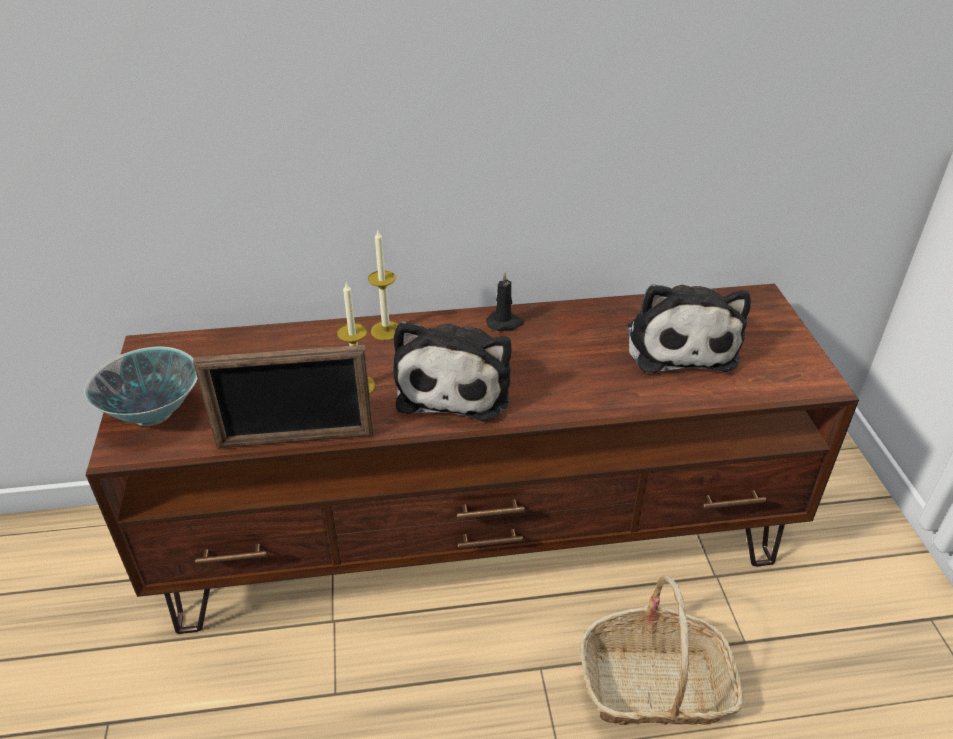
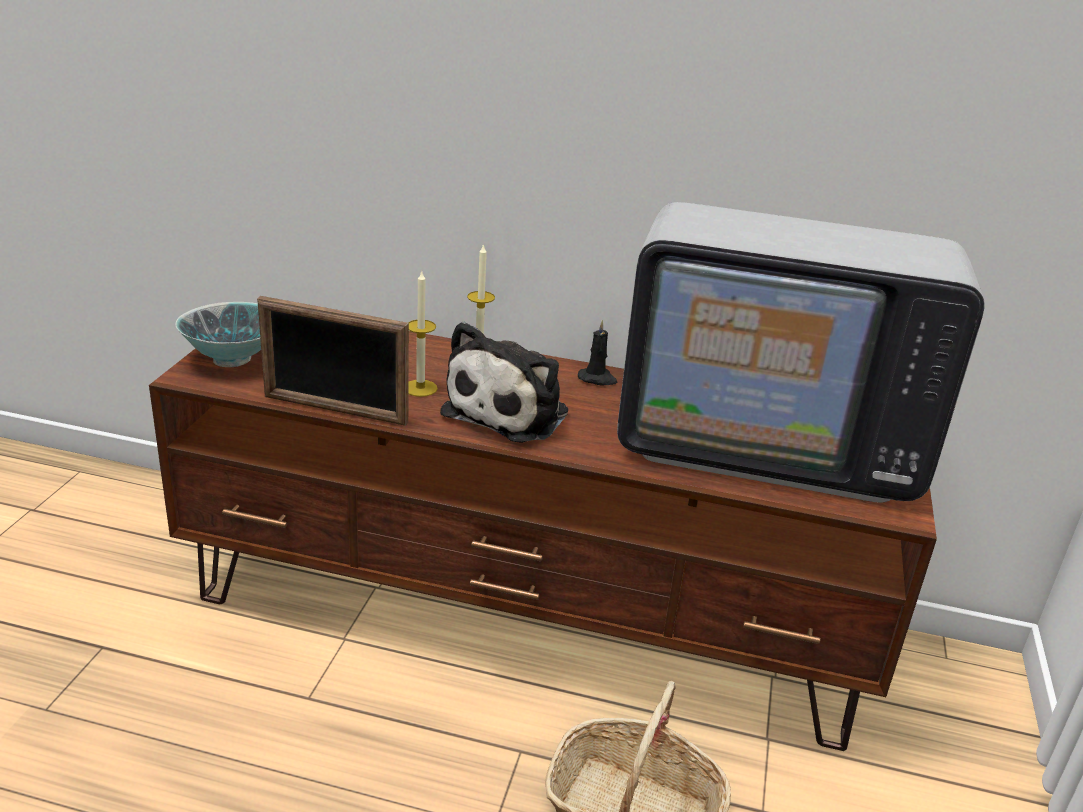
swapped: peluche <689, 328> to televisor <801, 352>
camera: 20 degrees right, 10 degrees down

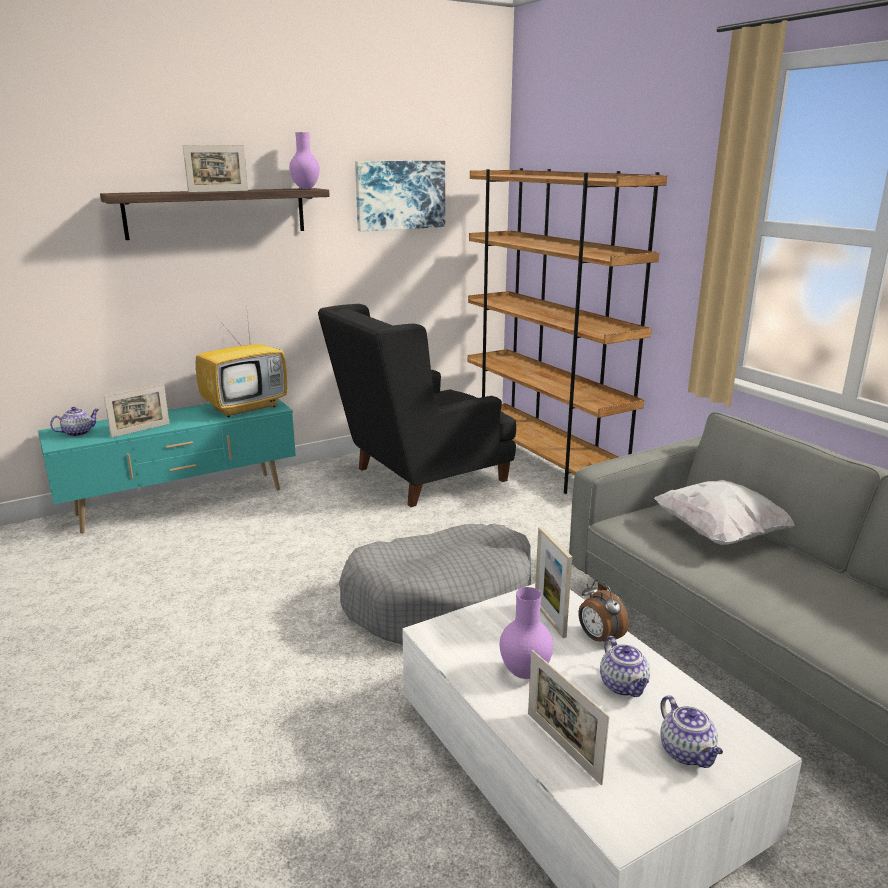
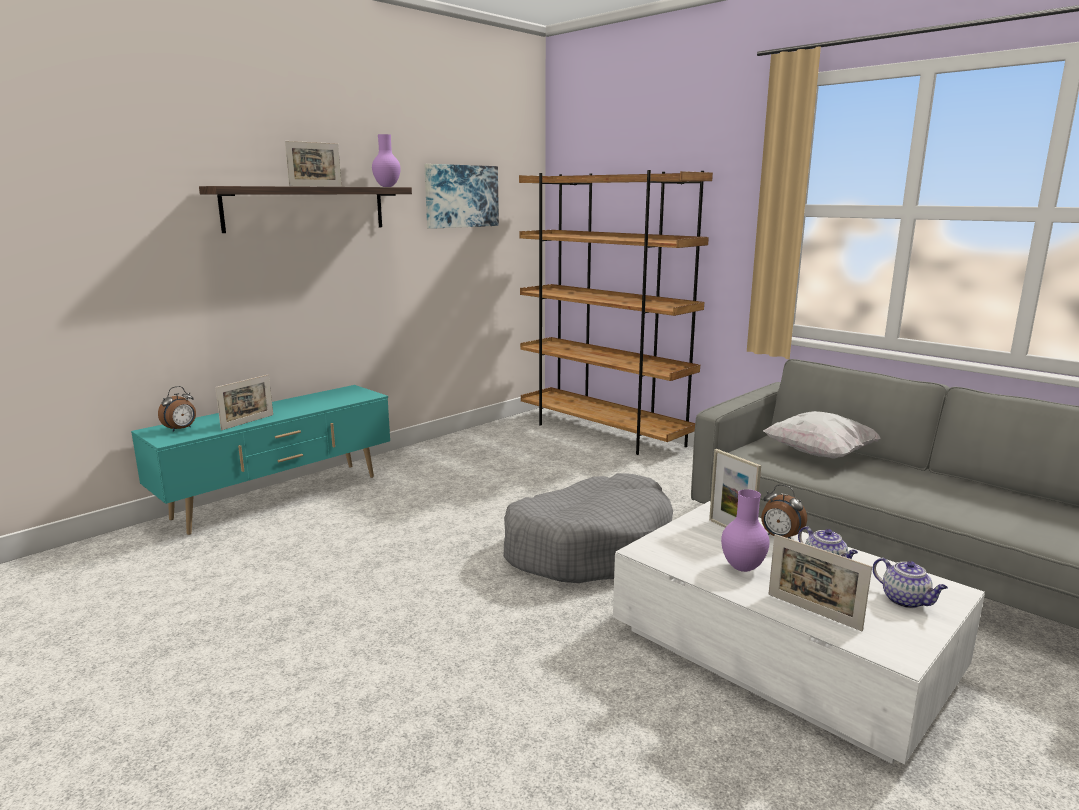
gone: televisor <241, 361>; sillón/negro <417, 405>
swapped: tetera <74, 422> to despertador <177, 409>
camera: 15 degrees left, 5 degrees down

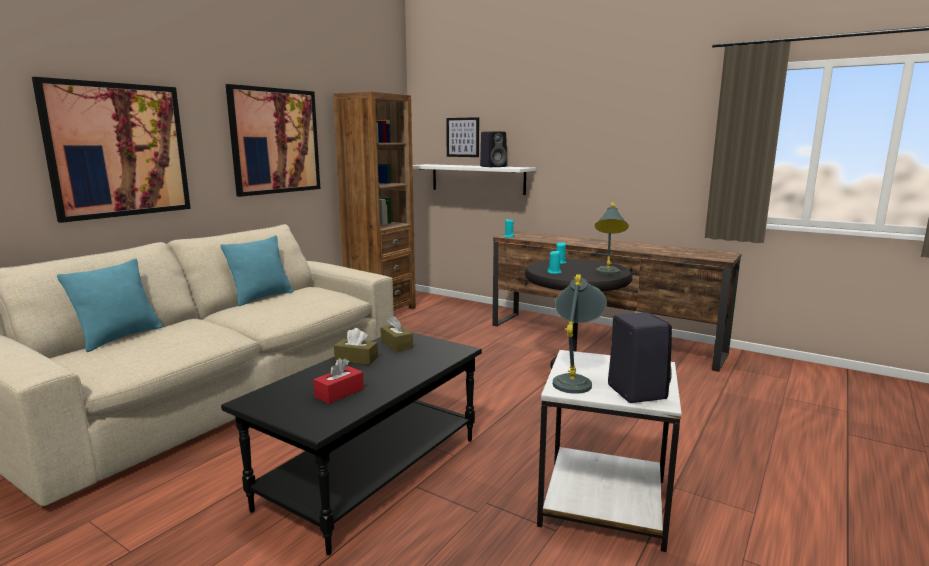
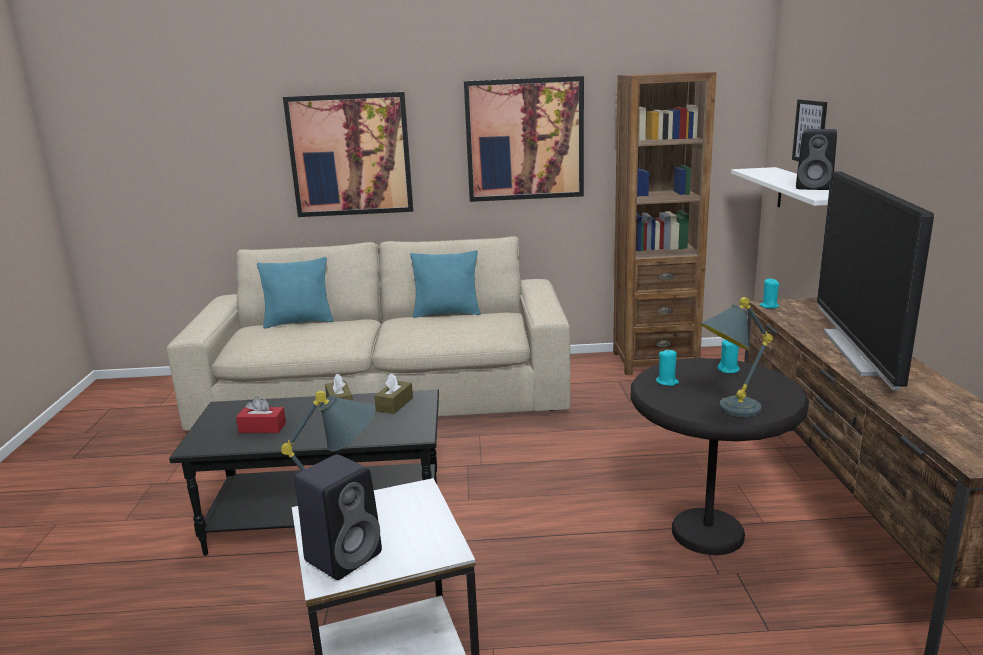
new: televisor <875, 280>
camera: 55 degrees right, 5 degrees up

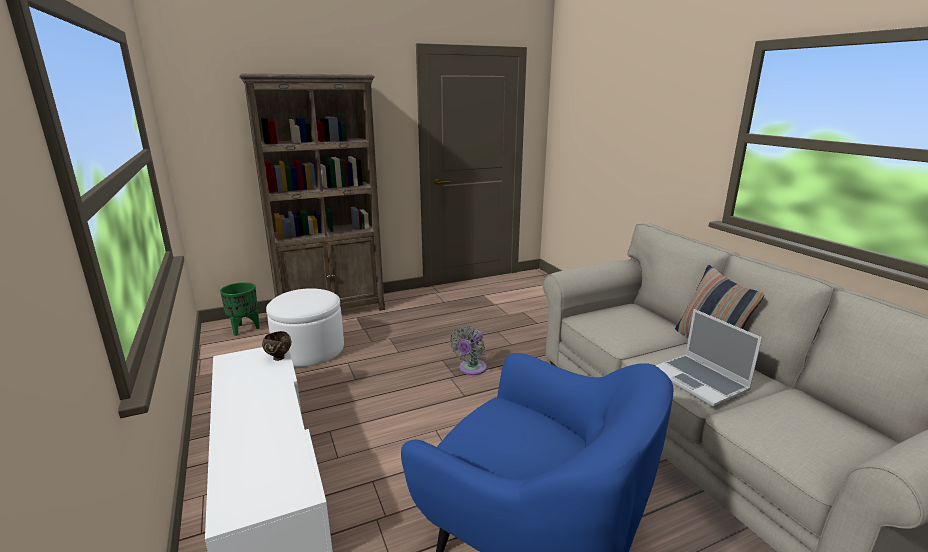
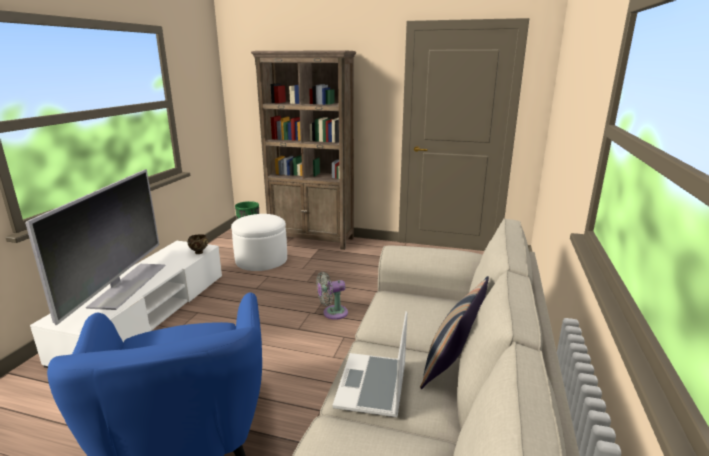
new: televisor <95, 247>
camera: 40 degrees right, 0 degrees up

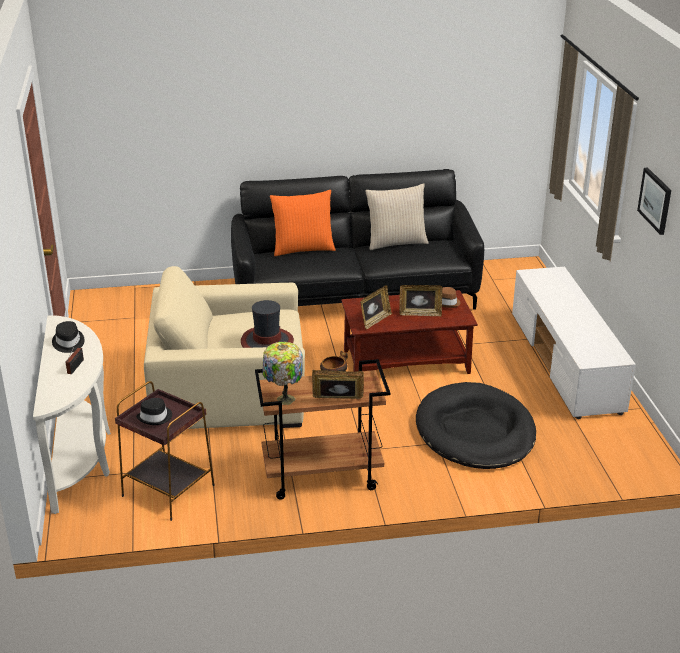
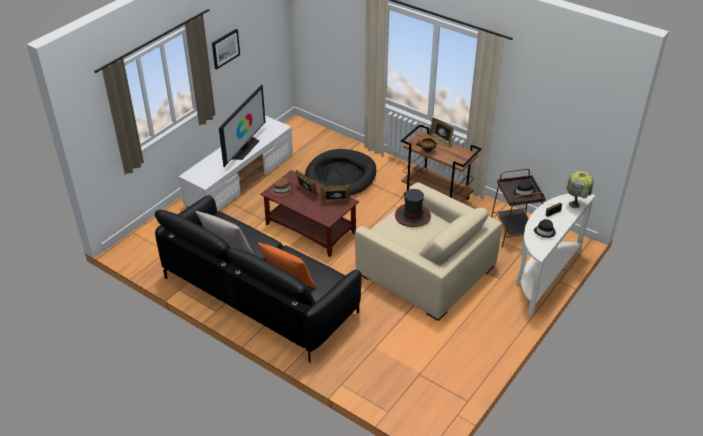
new: televisor <242, 125>
shifted: lámpara de mesa <282, 373> to <580, 189>
camera: 135 degrees left, 10 degrees up

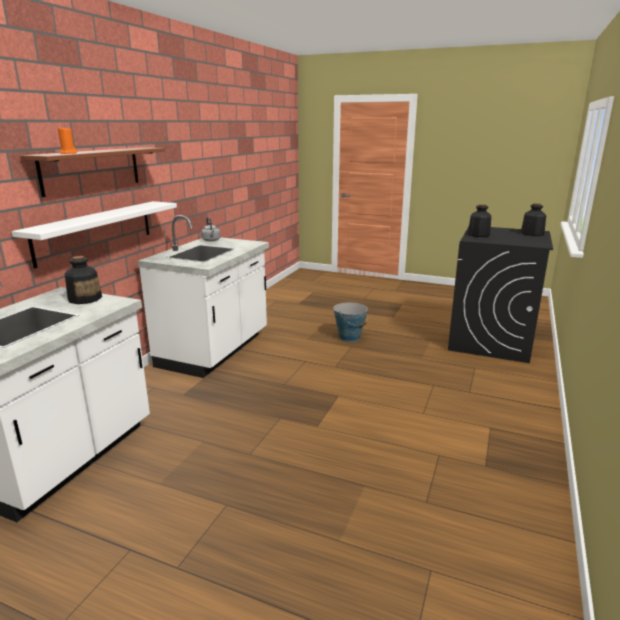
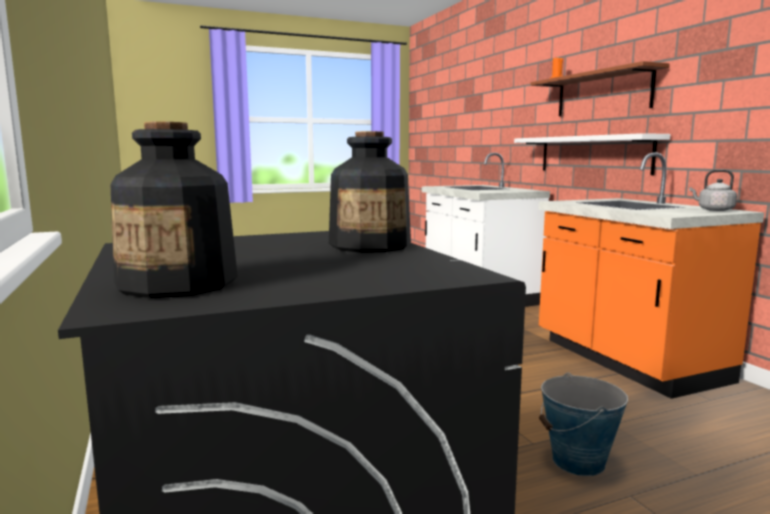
gone: botella <83, 280>
repainted: mueble bajo de cocina/blanco <203, 296> to mueble bajo de cocina/naranja <651, 276>
camera: 135 degrees right, 10 degrees down

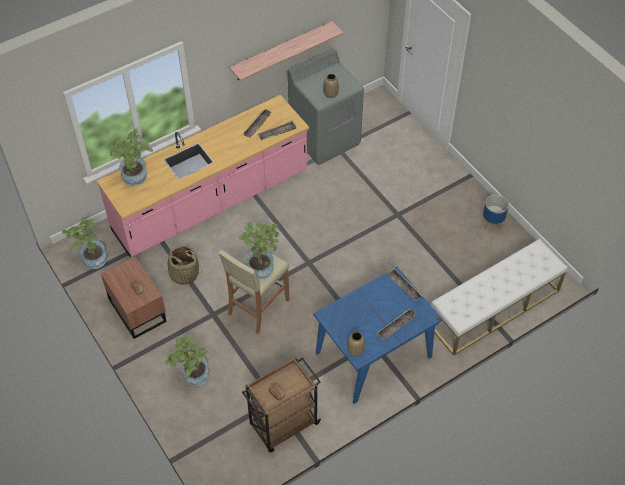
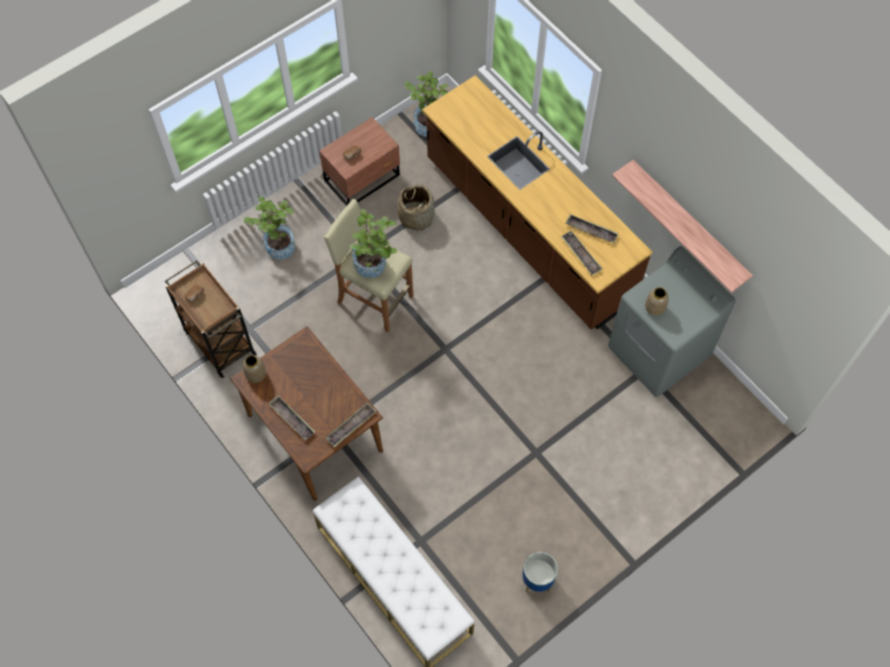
gone: planta en maceta <131, 157>
repainted: mueble bajo de cocina/rosa <203, 176> to mueble bajo de cocina/marrón <537, 202>; mesa de comedor/azul <378, 335> to mesa de comedor/marrón <306, 413>
camera: 85 degrees right, 10 degrees up

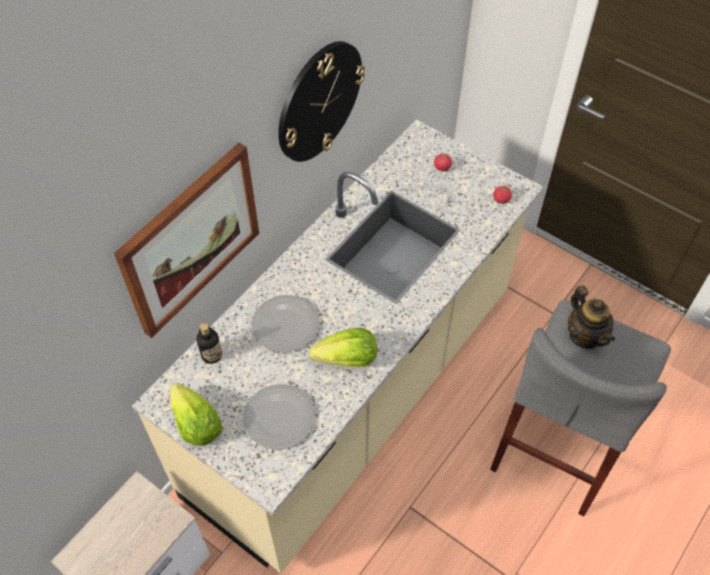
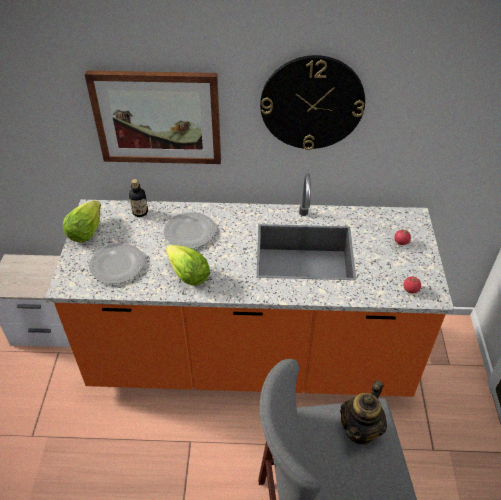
repainted: mueble bajo de cocina/beis <338, 346> to mueble bajo de cocina/naranja <249, 285>
camera: 55 degrees right, 10 degrees down

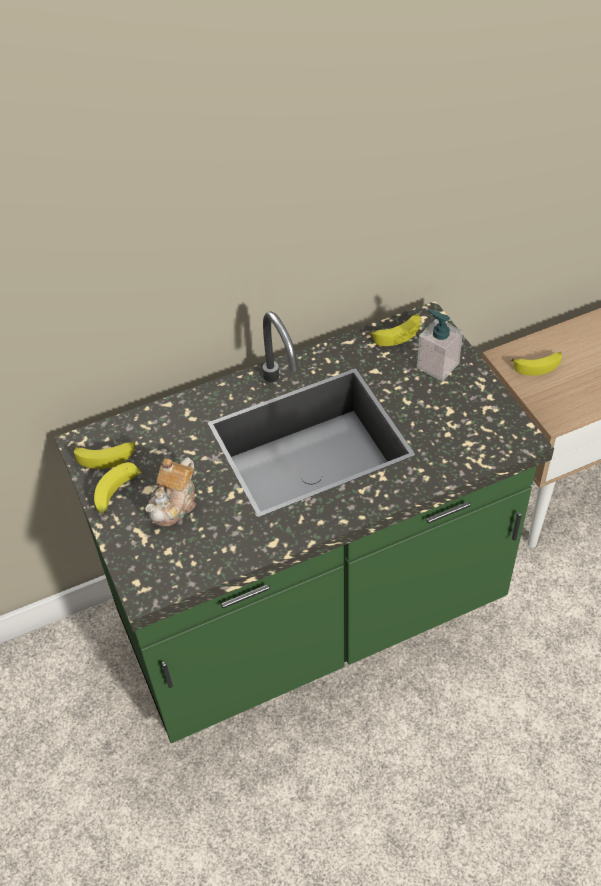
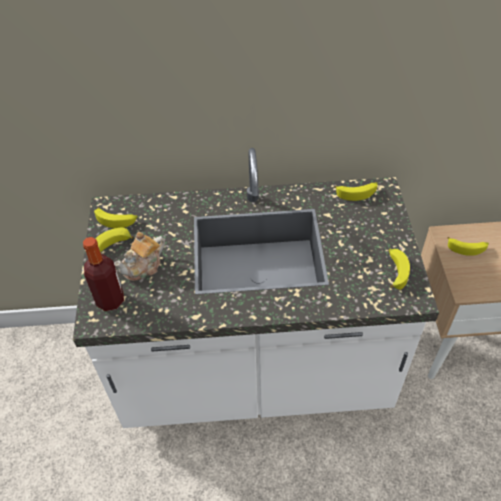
gone: dispensador de jabón <440, 345>
new: botella <103, 274>; plátano <399, 269>
repainted: mueble bajo de cocina/verde <304, 522> to mueble bajo de cocina/blanco <256, 288>
camera: 20 degrees right, 0 degrees up

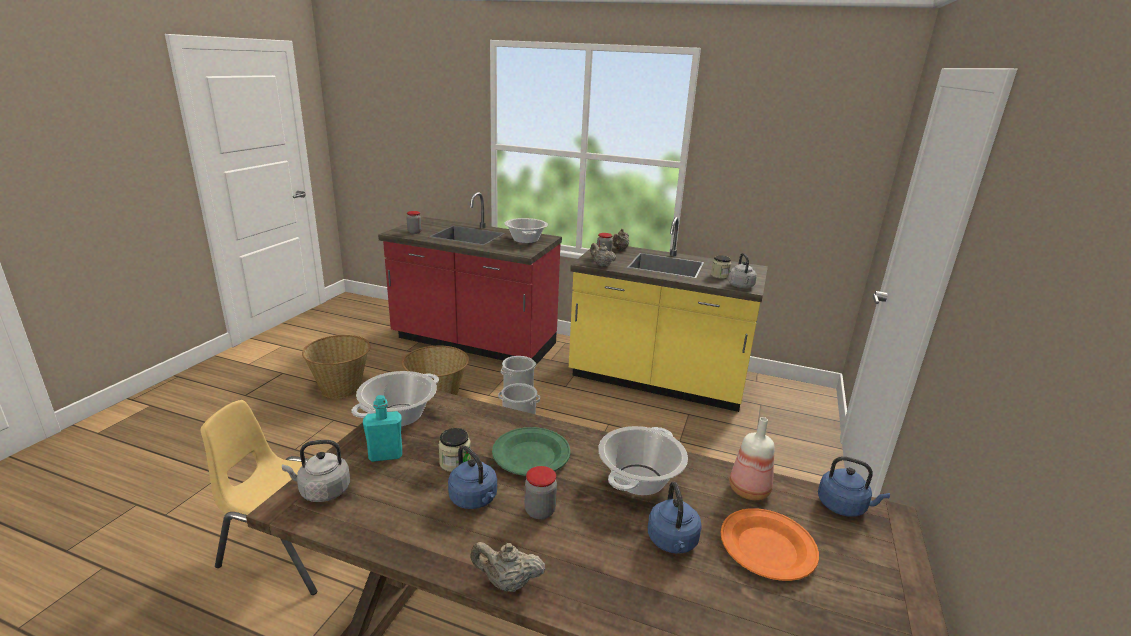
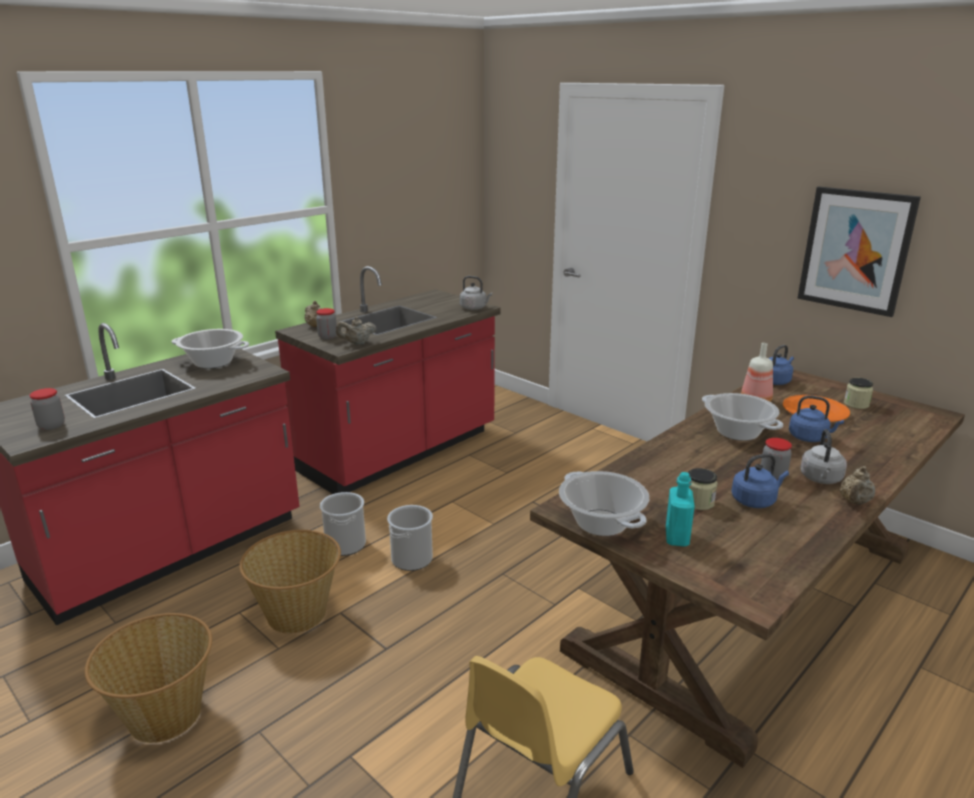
gone: plato/verde <531, 451>
new: cuadro <859, 251>
shifted: hervidor/gris <316, 471> to <823, 456>; tarro <721, 267> to <858, 393>
repainted: mueble bajo de cocina/amarillo <668, 314> to mueble bajo de cocina/rojo <388, 380>
camera: 65 degrees left, 0 degrees up

